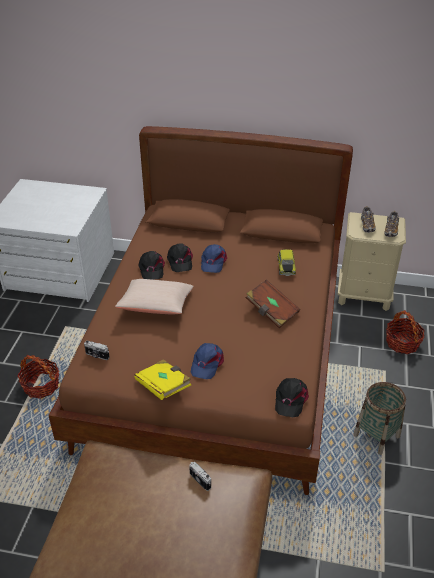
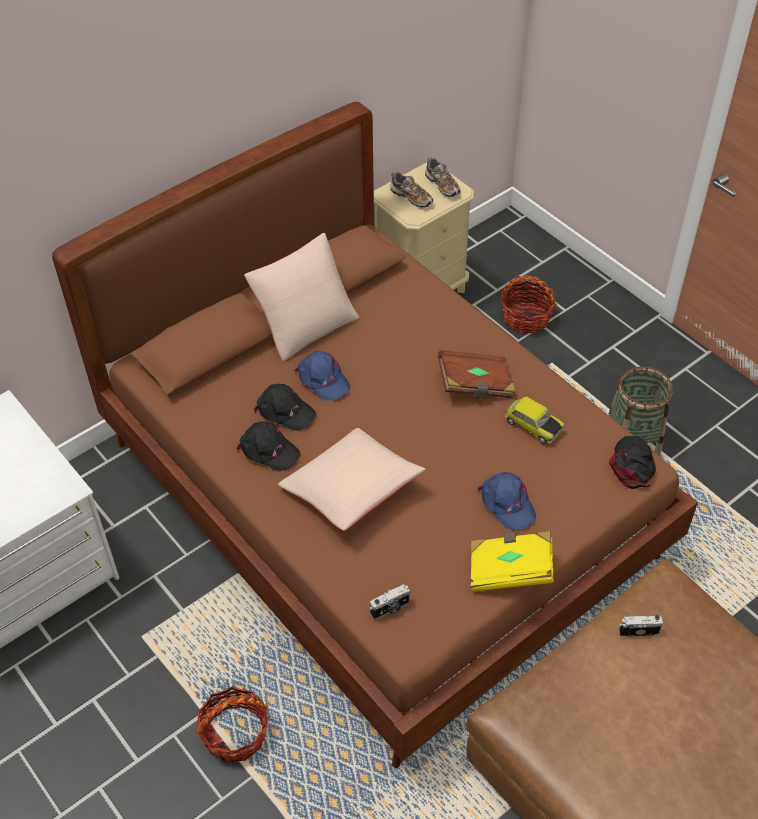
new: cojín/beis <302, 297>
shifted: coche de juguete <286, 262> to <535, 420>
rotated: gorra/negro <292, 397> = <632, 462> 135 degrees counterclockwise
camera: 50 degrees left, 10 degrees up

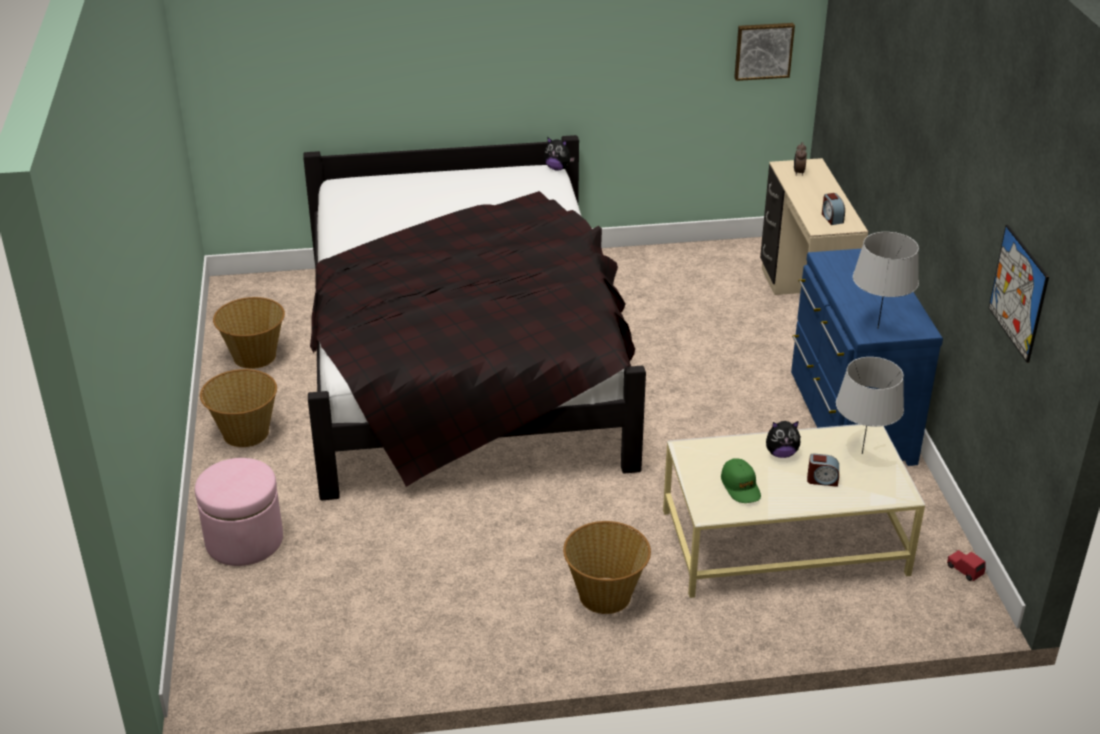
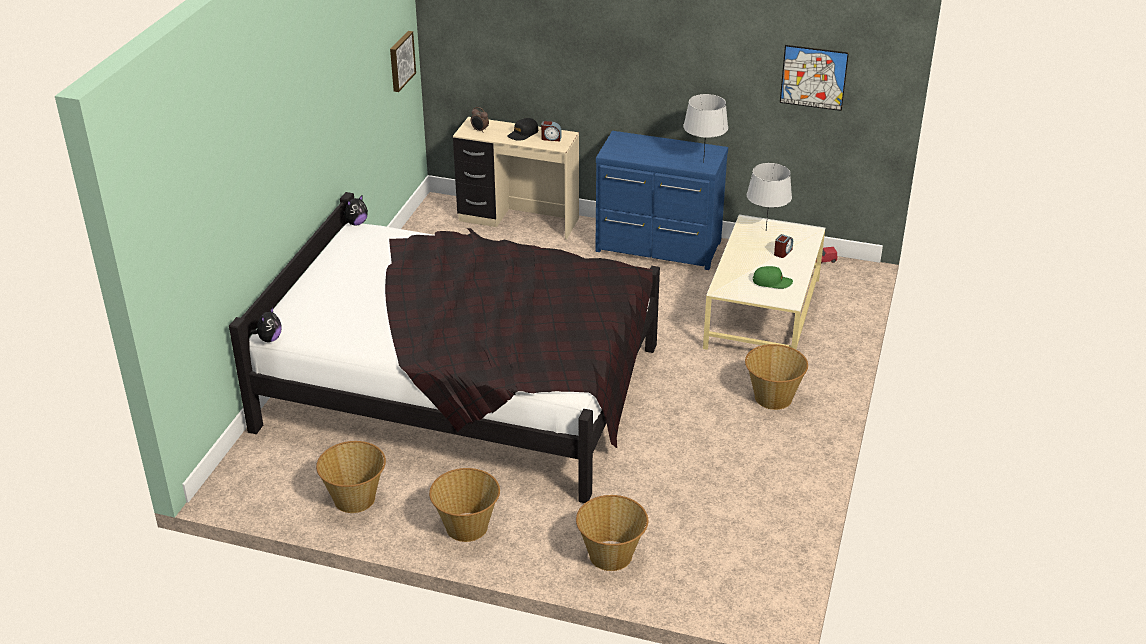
new: gorra/negro <522, 129>
shifted: peluche <783, 439> to <266, 324>
swapped: puf/rosa <239, 512> to cesta <612, 533>
camera: 65 degrees left, 0 degrees up

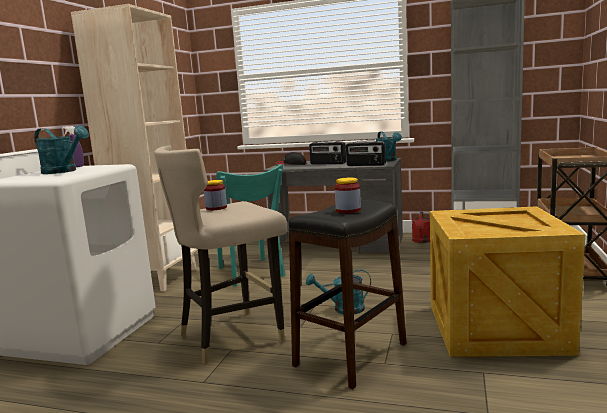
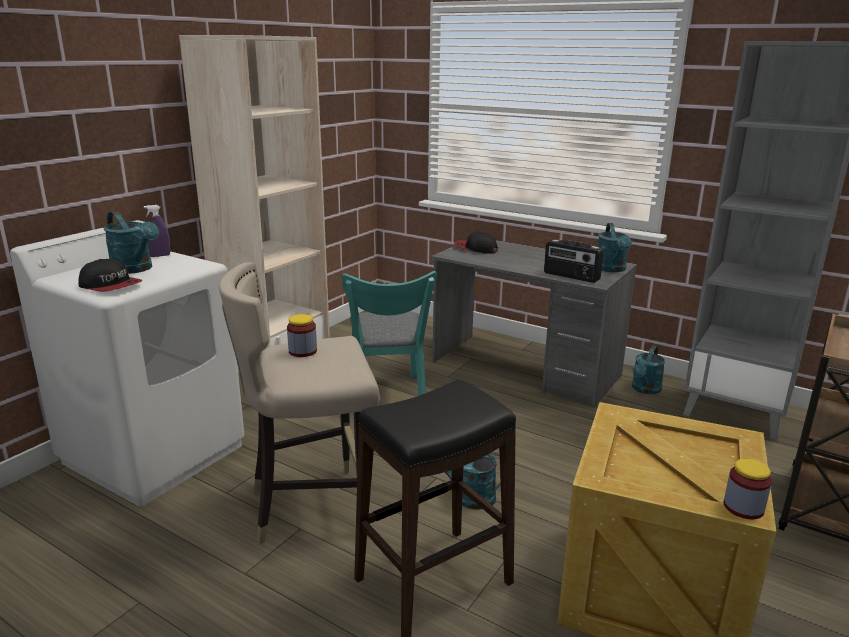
gone: radio <327, 153>
new: gorra <110, 275>
shifted: tarro <348, 195> to <748, 488>
repainted: regadera/rojo <421, 227> to regadera/turquesa <648, 369>
camera: 15 degrees right, 10 degrees up

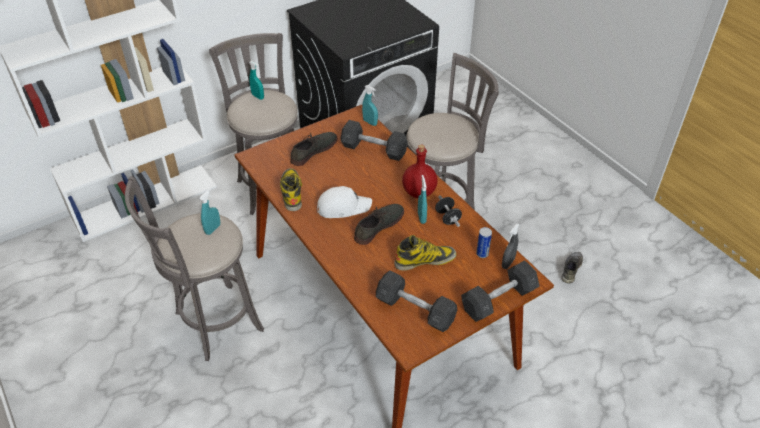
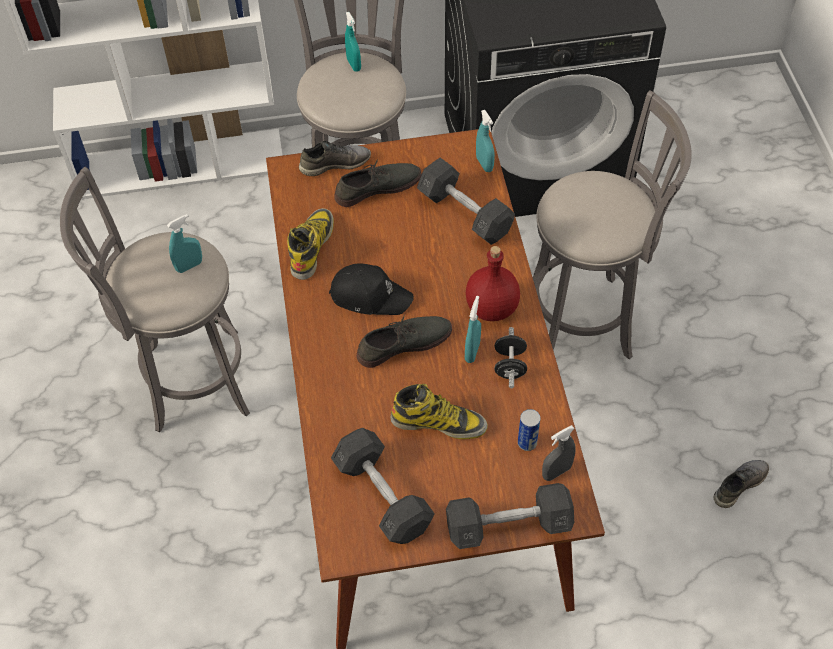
new: zapato/gris <335, 158>
repainted: gorra/blanco <344, 202> to gorra/negro <371, 289>
camera: 25 degrees right, 10 degrees up

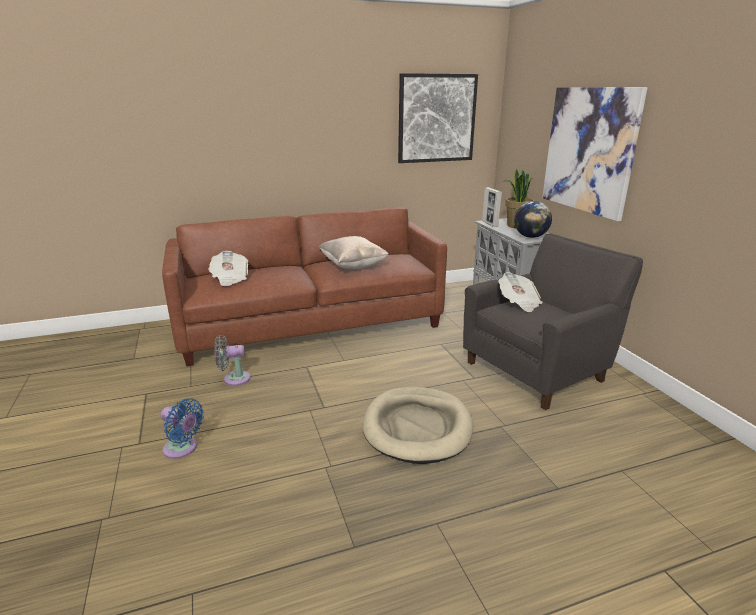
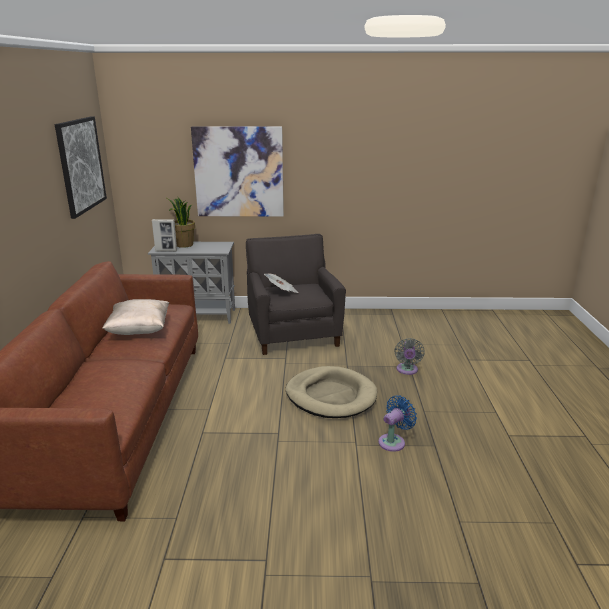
gone: periódico <228, 268>; globo terráqueo <533, 219>
shifted: ventilador/azul <182, 428> to <397, 423>; ventilador/gris <232, 360> to <410, 356>
camera: 70 degrees left, 0 degrees up

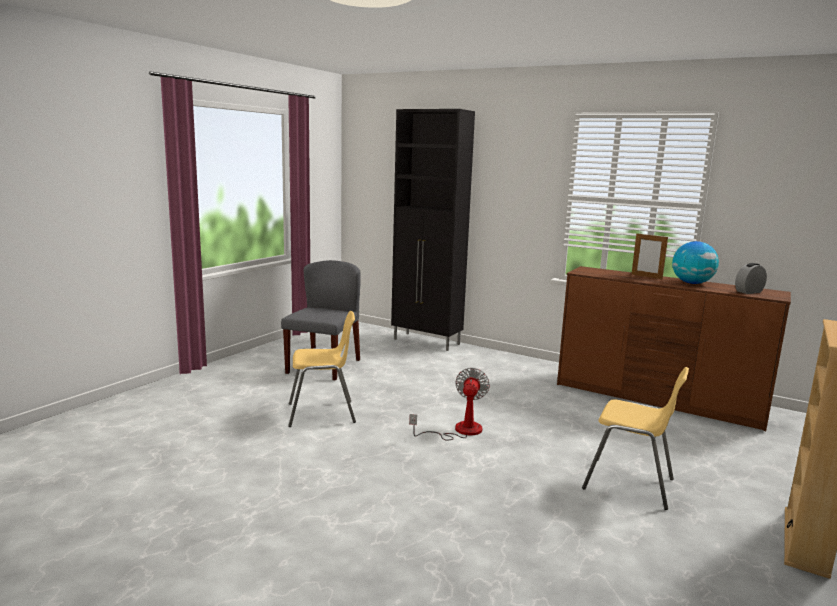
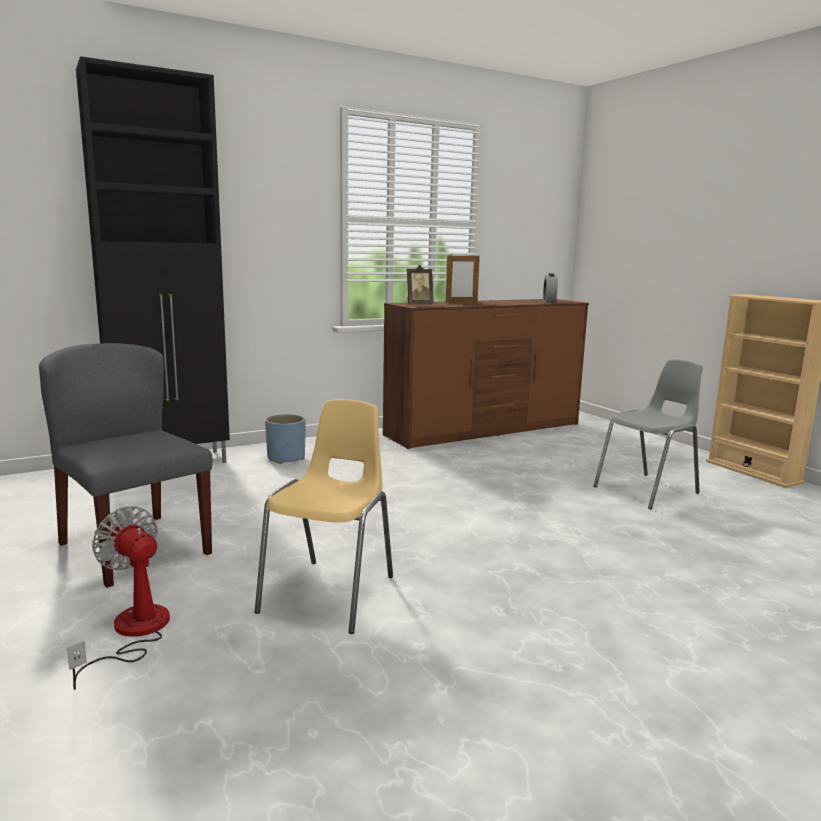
gone: globo terráqueo <695, 262>
new: maceta/azul <285, 439>; portarretratos <420, 284>
shifted: ventilador <449, 404> to <118, 598>
repainted: silla/amarillo <635, 438> to silla/gris <648, 434>
camera: 60 degrees left, 0 degrees up

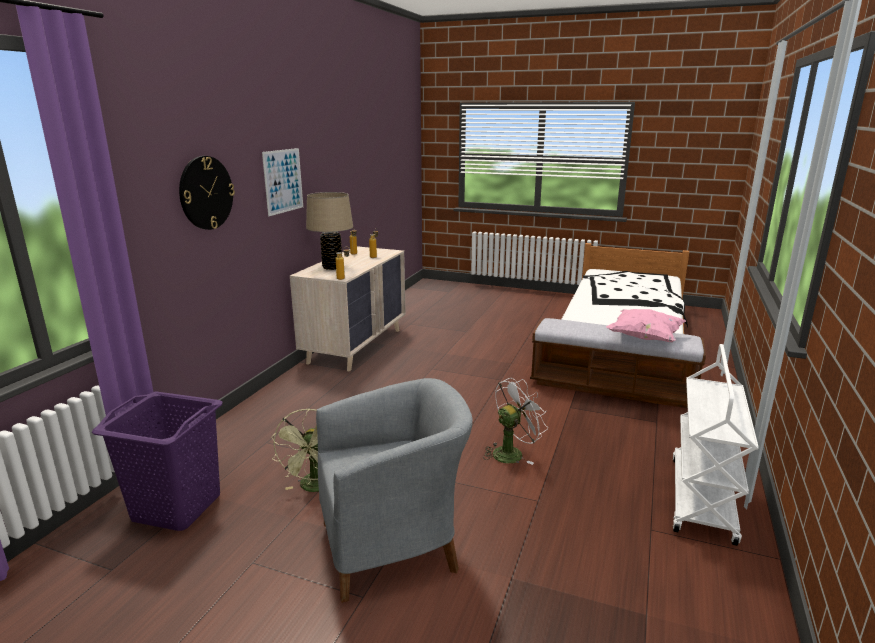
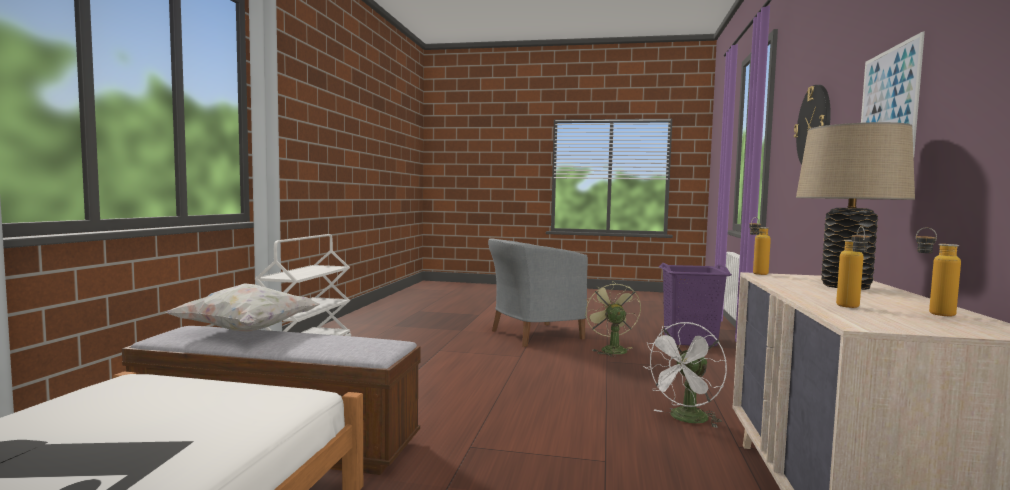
shifted: ventilador/blanco <515, 421> to <685, 375>
repainted: cojín/rosa <646, 325> to cojín/blanco <243, 307>
camera: 170 degrees right, 15 degrees down

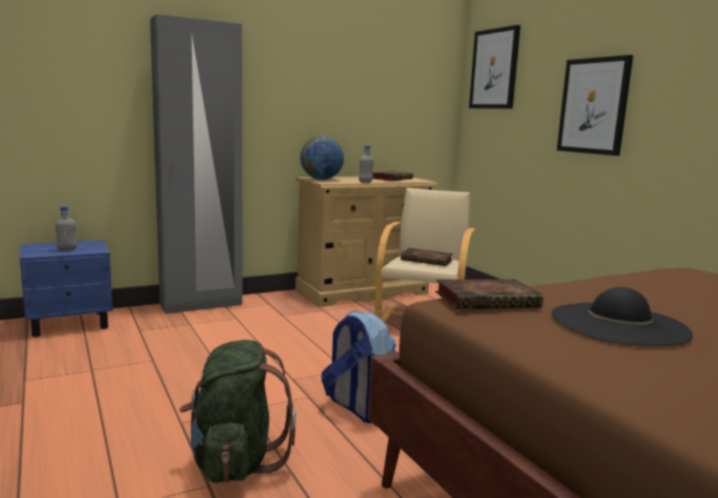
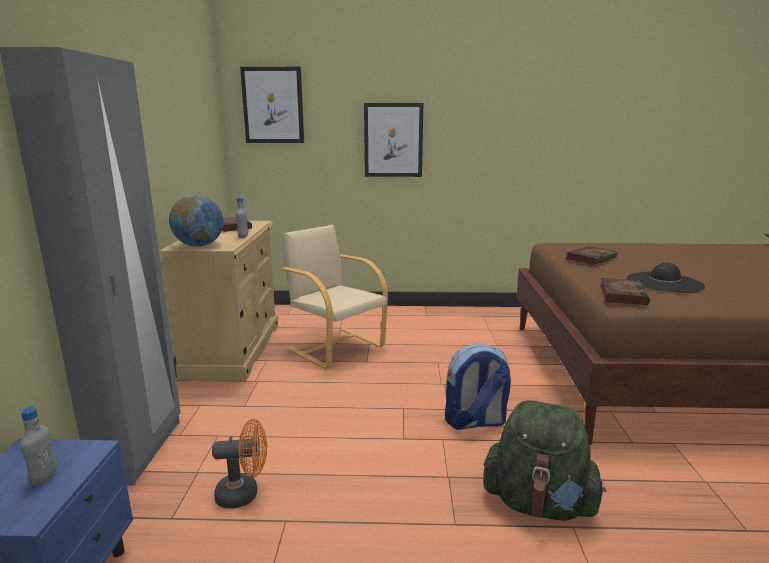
new: ventilador/naranja <239, 463>
shifted: libro <427, 257> to <591, 255>
camera: 60 degrees left, 5 degrees up

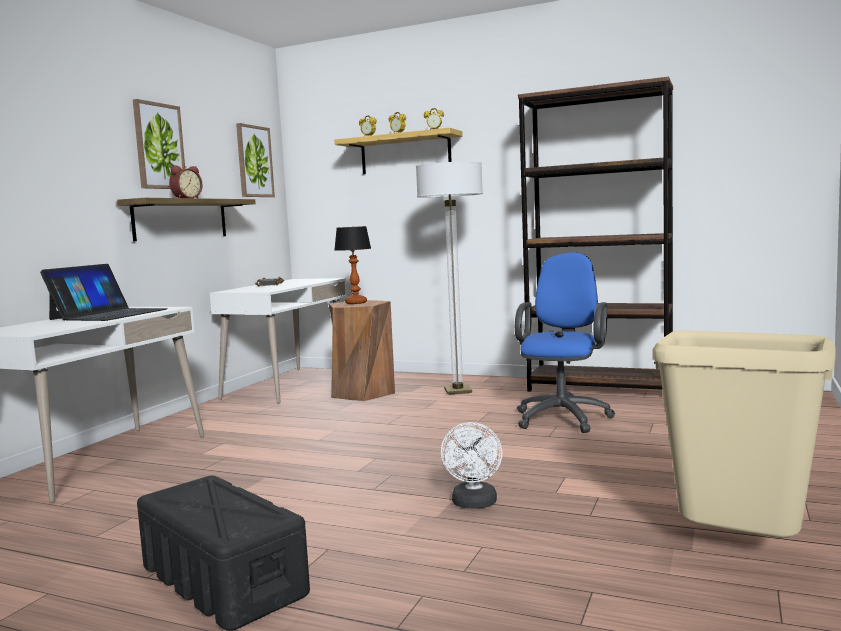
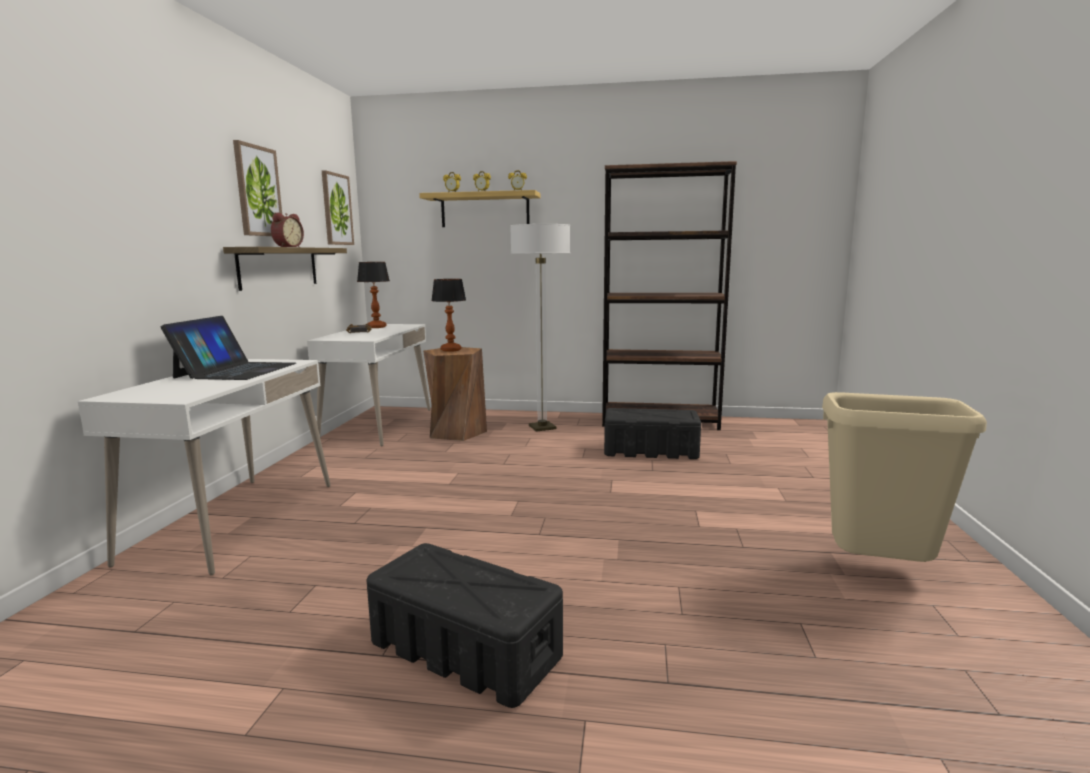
gone: ventilador/blanco <471, 465>
new: lámpara de mesa <373, 295>
swapped: silla de oficina/azul <565, 342> to caja de almacenaje/negro <652, 433>
camera: 15 degrees left, 5 degrees up

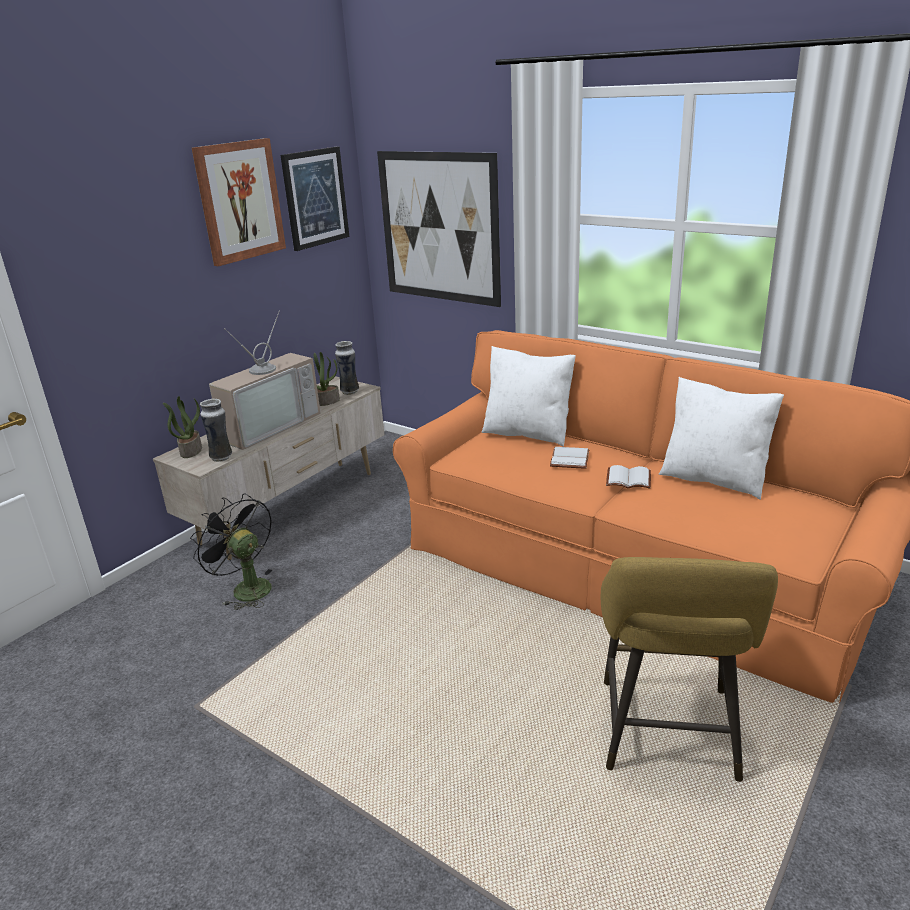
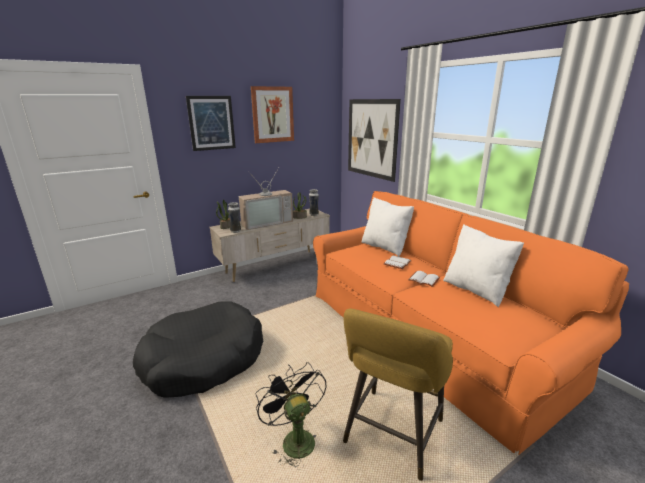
new: cama para perro/negro <198, 349>
shifted: ventilador/negro <231, 551> to <291, 415>; cuadro <315, 199> to <211, 123>
camera: 20 degrees right, 5 degrees down

